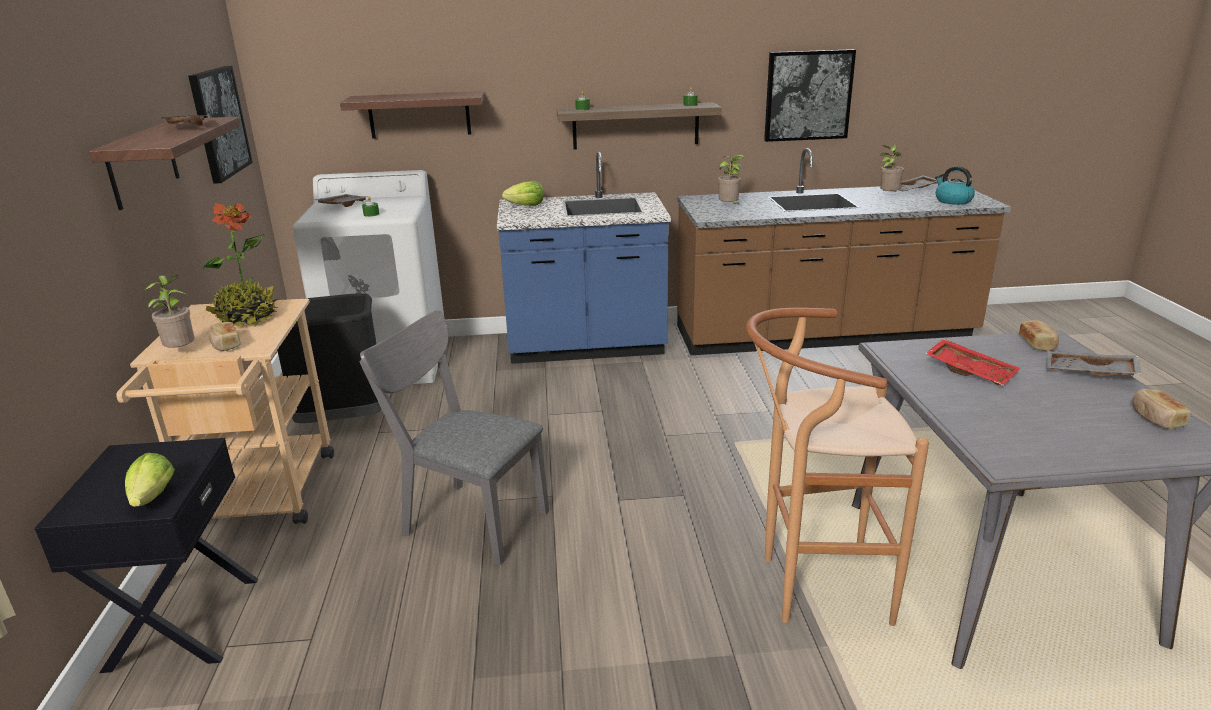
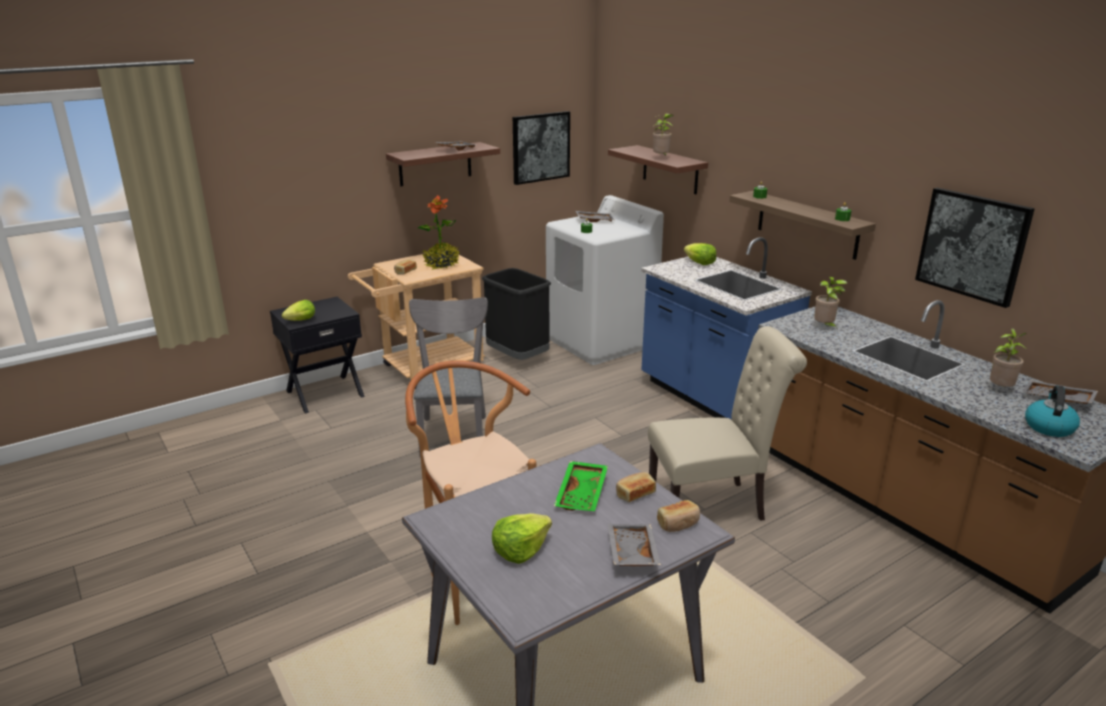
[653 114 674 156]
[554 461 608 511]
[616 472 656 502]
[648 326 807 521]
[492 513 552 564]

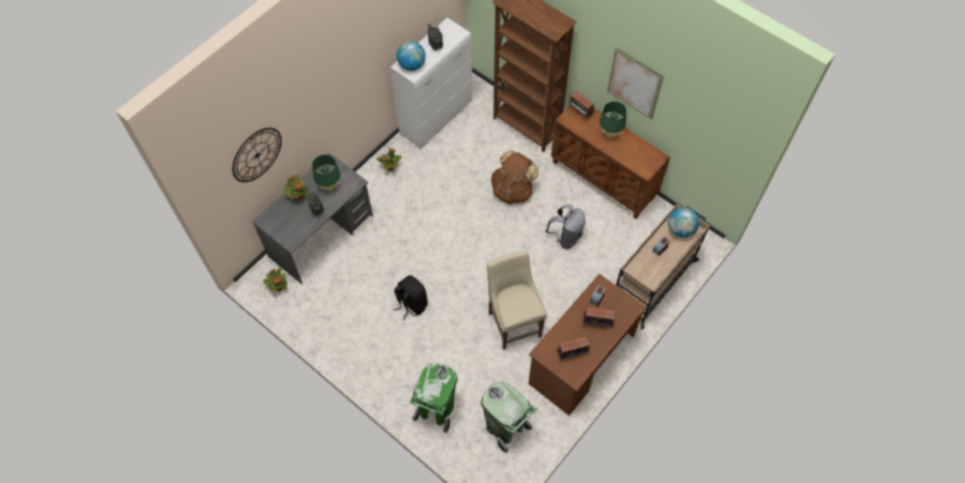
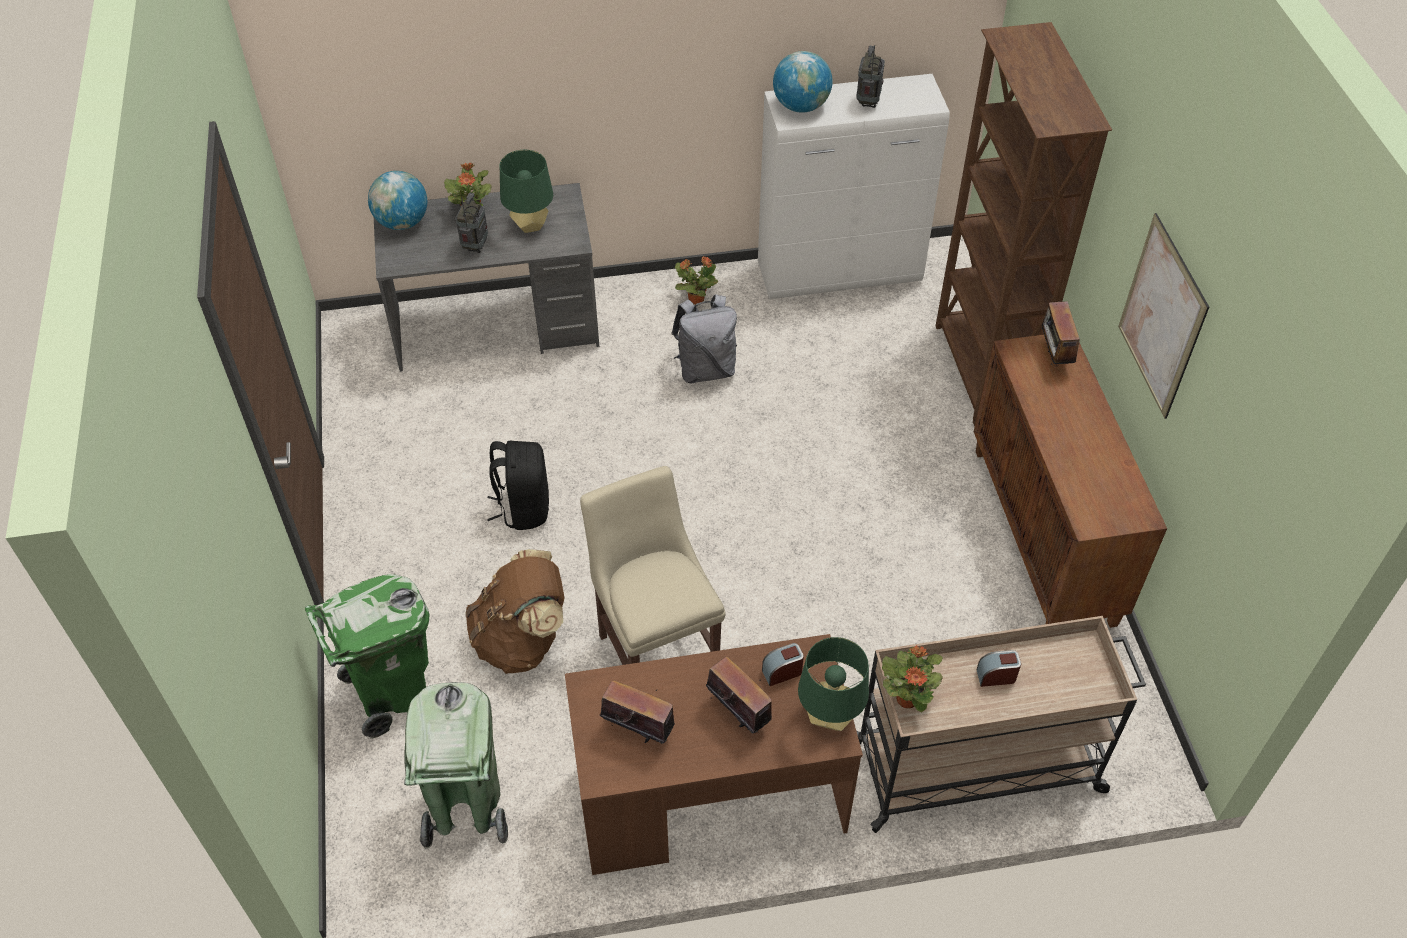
[798 637 869 731]
[232 128 282 182] (first image)
[466 549 565 674]
[671 294 737 383]
[368 171 427 230]
[580 466 726 665]
[882 645 943 712]

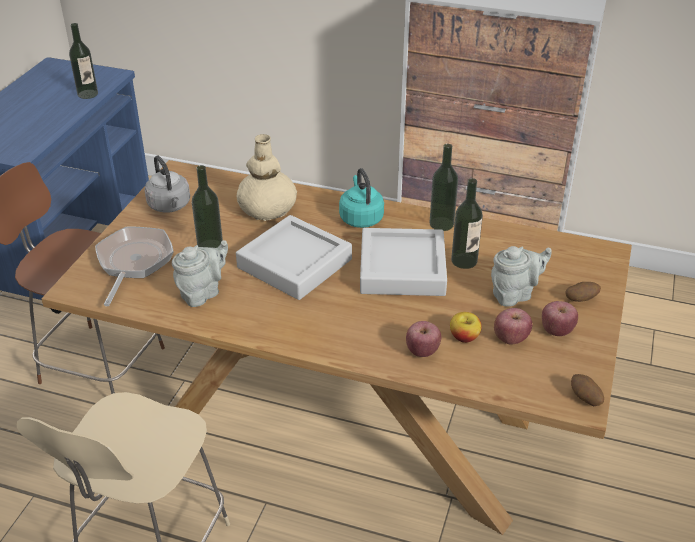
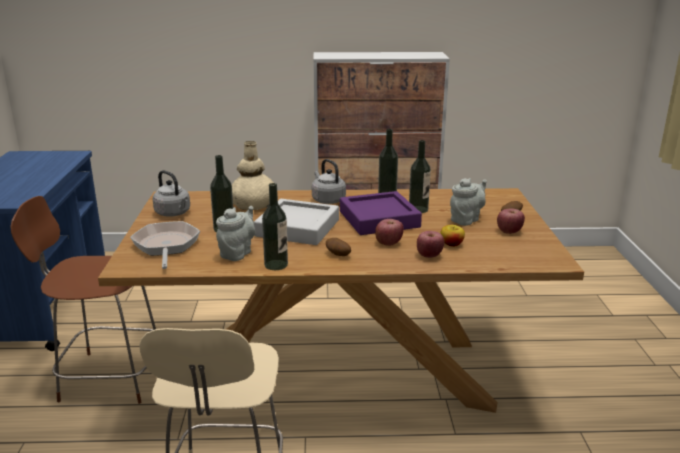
[262 183 288 270]
[312 159 346 204]
[340 191 422 235]
[375 219 404 246]
[326 238 351 256]

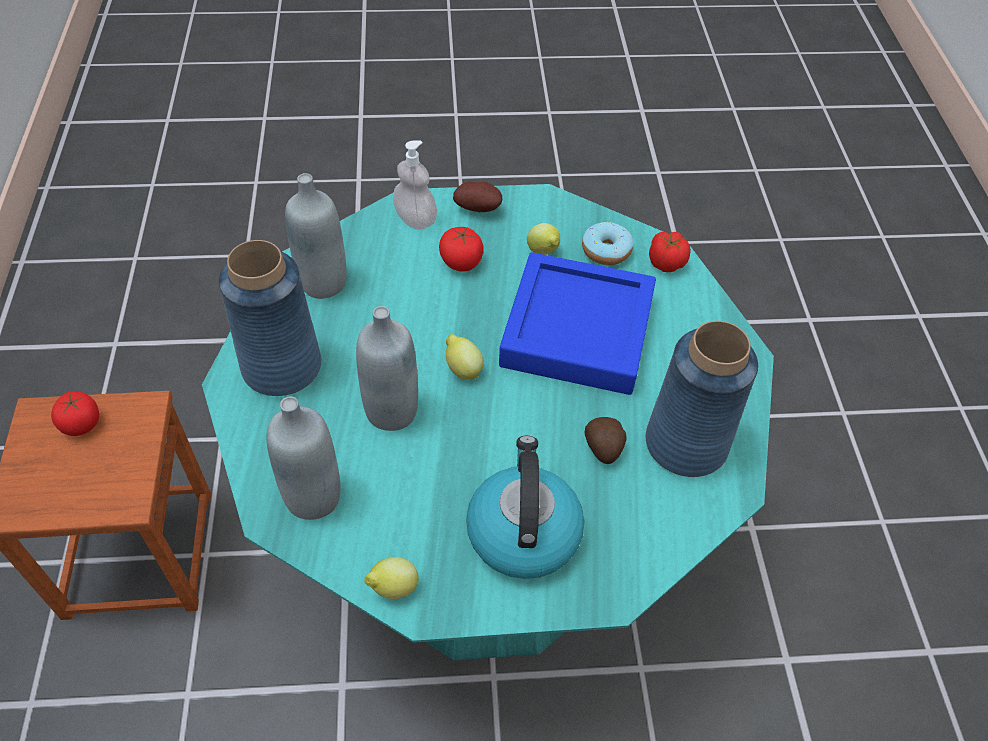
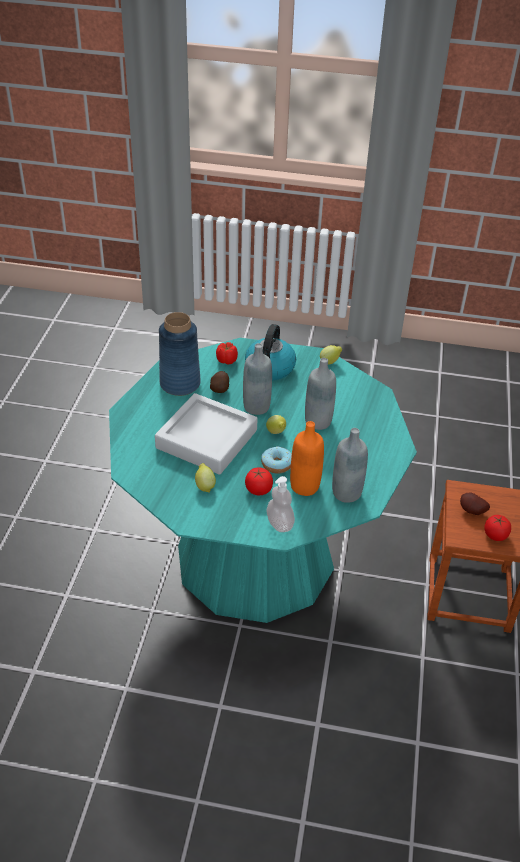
[460 492 490 515]
[261 446 292 474]
[216 342 238 364]
[219 240 321 396] (first image)
[155 393 257 475]
[243 343 272 415]
[290 421 324 496]

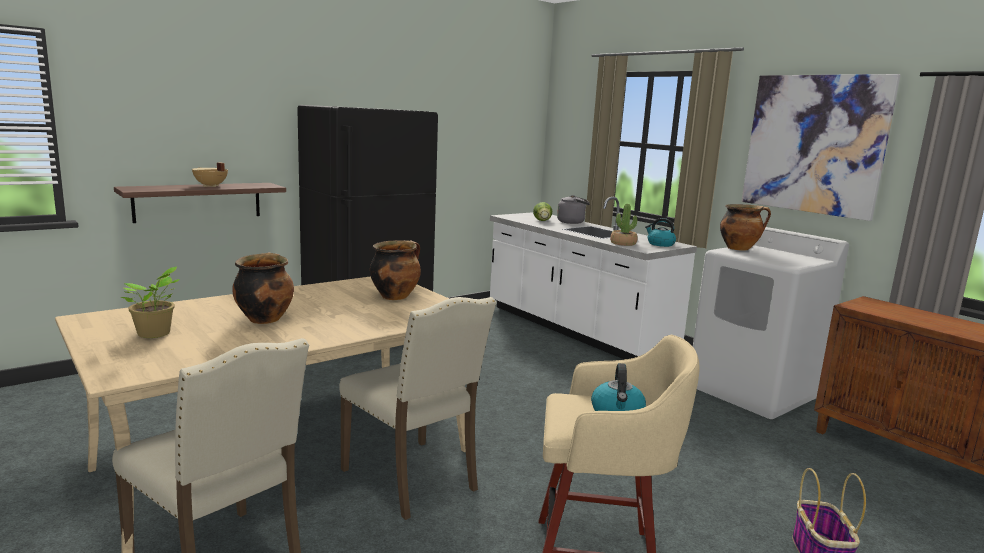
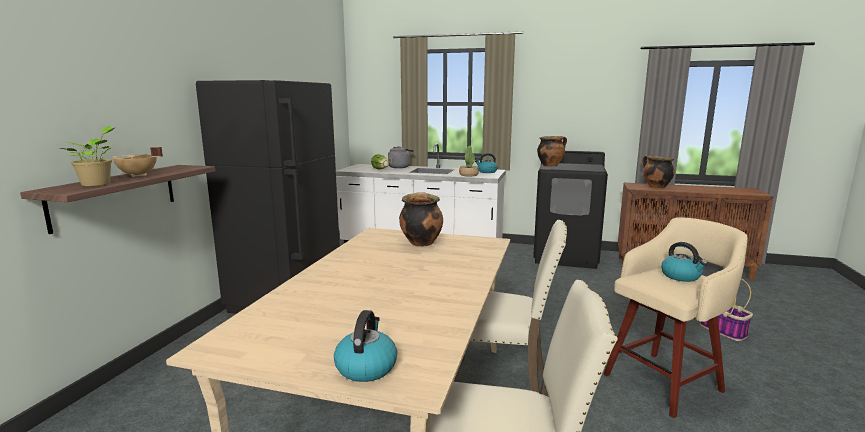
[742 74 901 221] (first image)
[533 151 608 269]
[643 155 675 188]
[60 126 114 186]
[334 310 397 382]

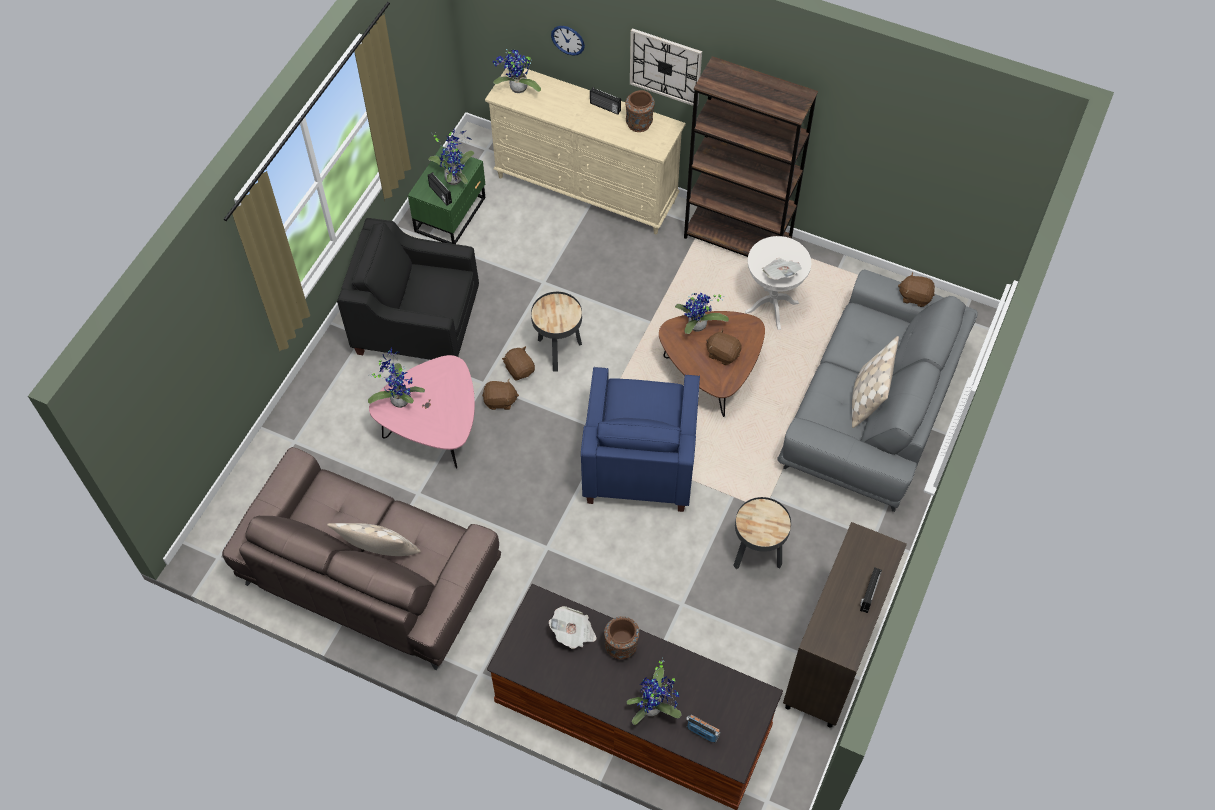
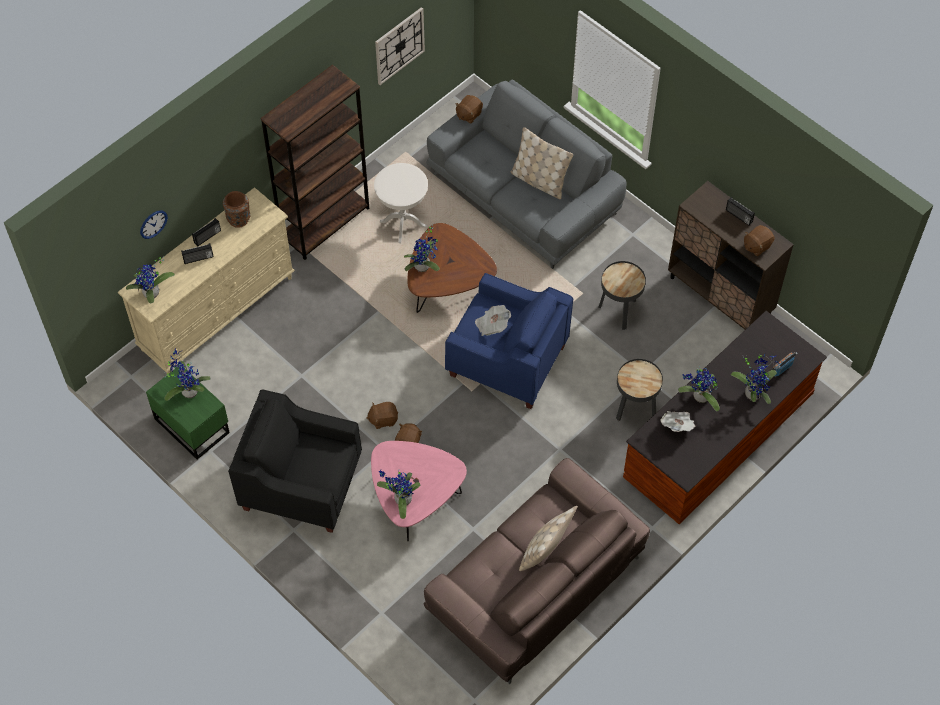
[375 7 425 85]
[181 243 214 264]
[228 390 362 533]
[475 305 511 336]
[616 359 663 421]
[744 225 775 256]
[678 366 720 411]

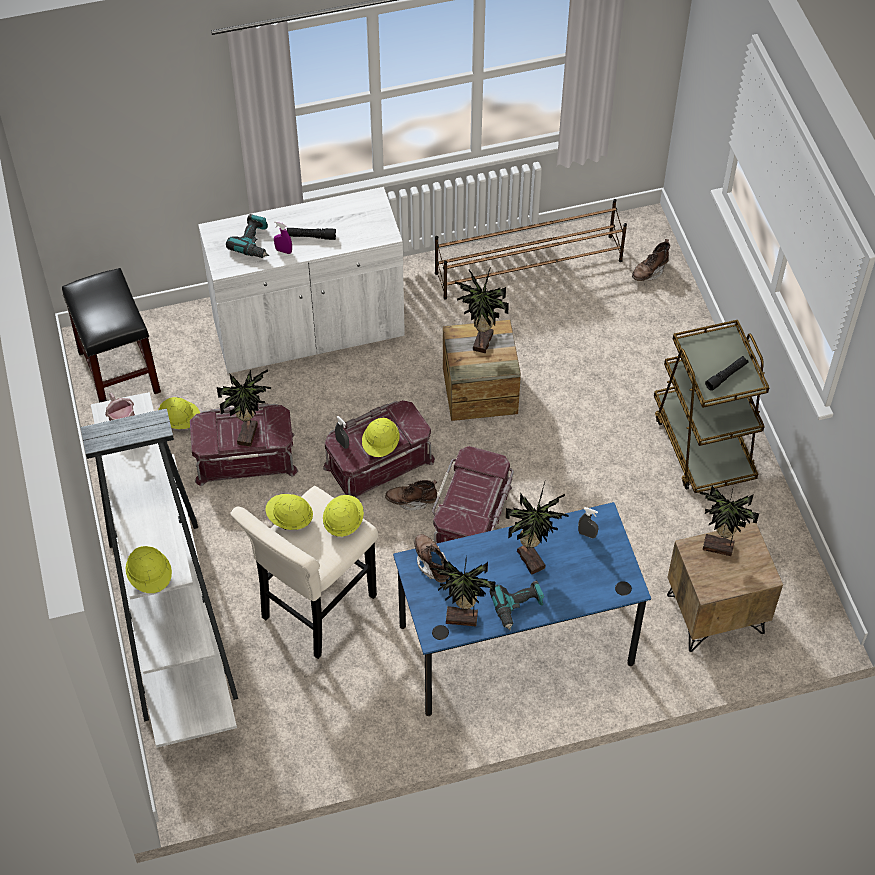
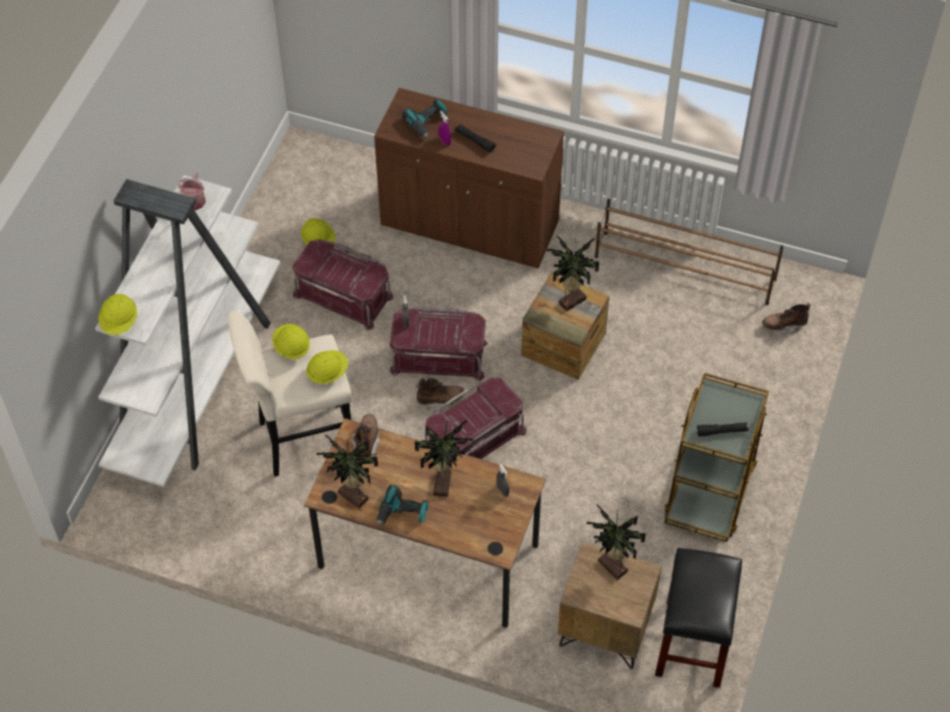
[374 88 564 269]
[655 548 742 688]
[217 369 271 447] (first image)
[362 418 400 457] (first image)
[416 378 464 410]
[304 418 546 628]

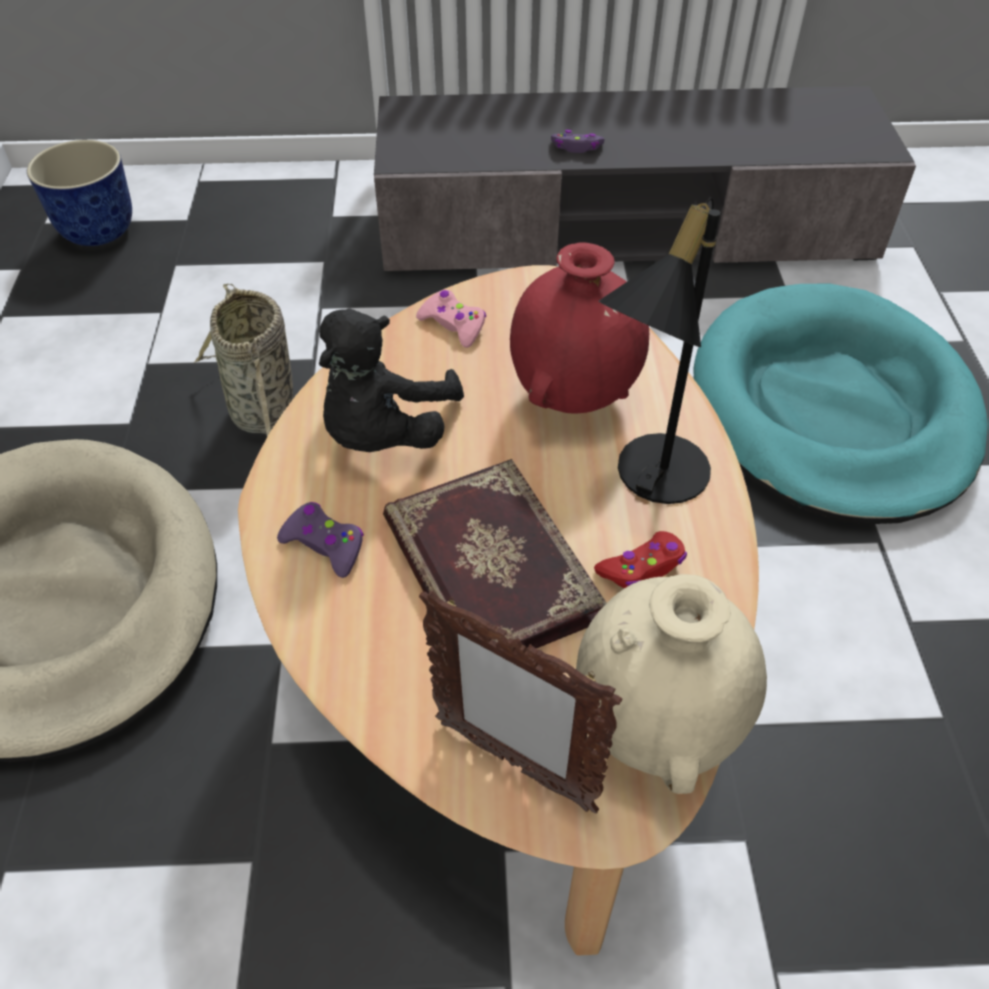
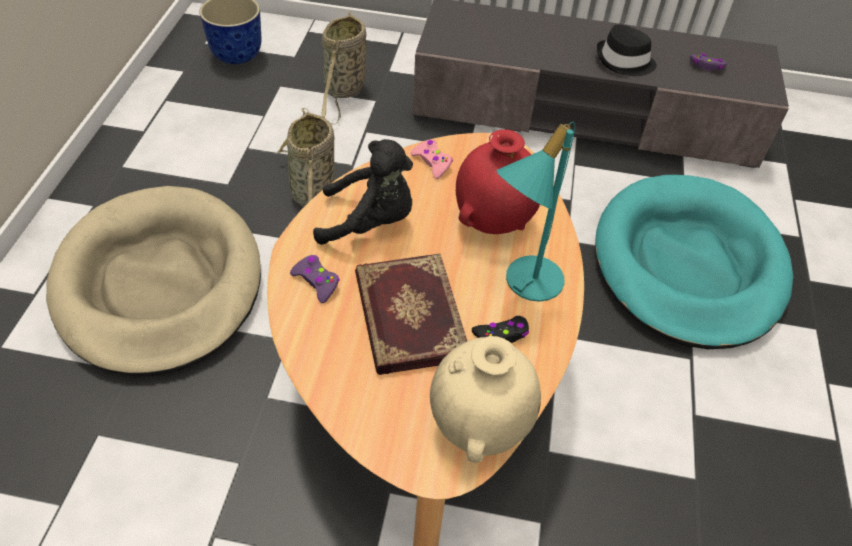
[690 53 727 71]
[496 122 575 302]
[313 139 413 245]
[472 316 529 343]
[419 591 623 813] (first image)
[321 11 366 124]
[597 24 657 76]

